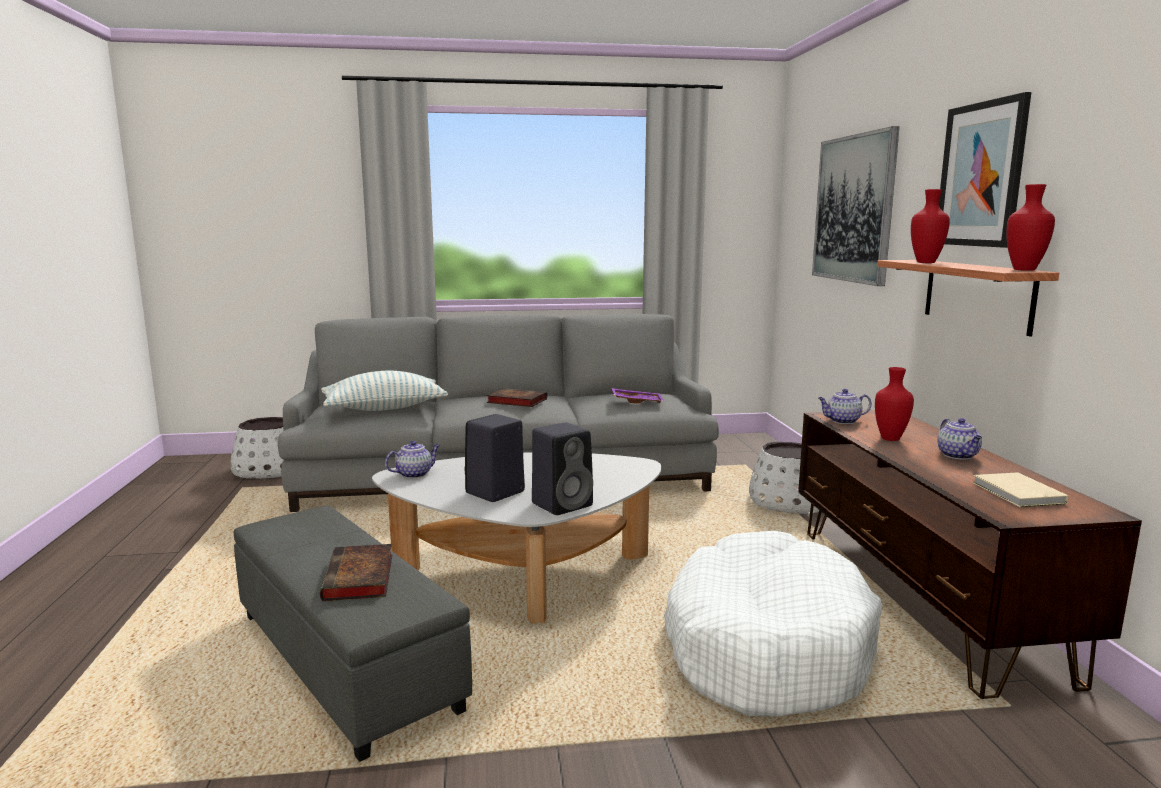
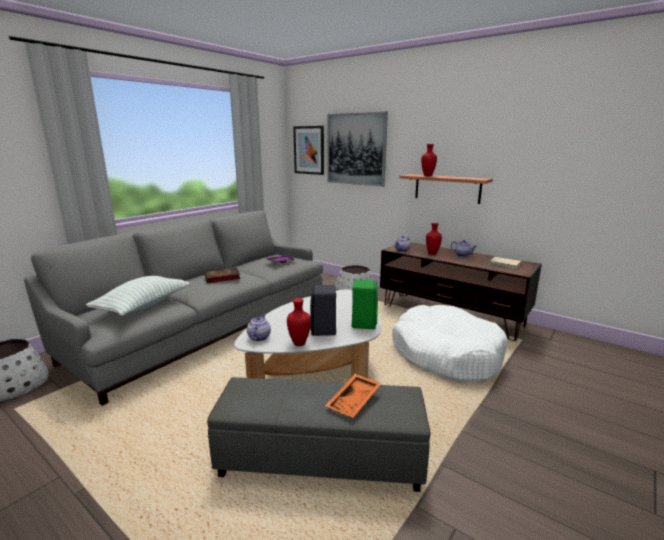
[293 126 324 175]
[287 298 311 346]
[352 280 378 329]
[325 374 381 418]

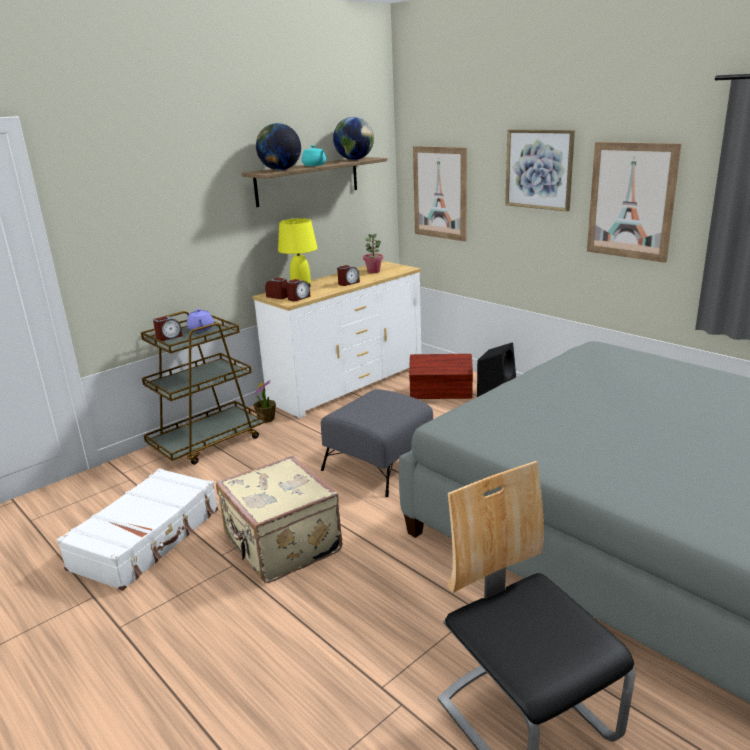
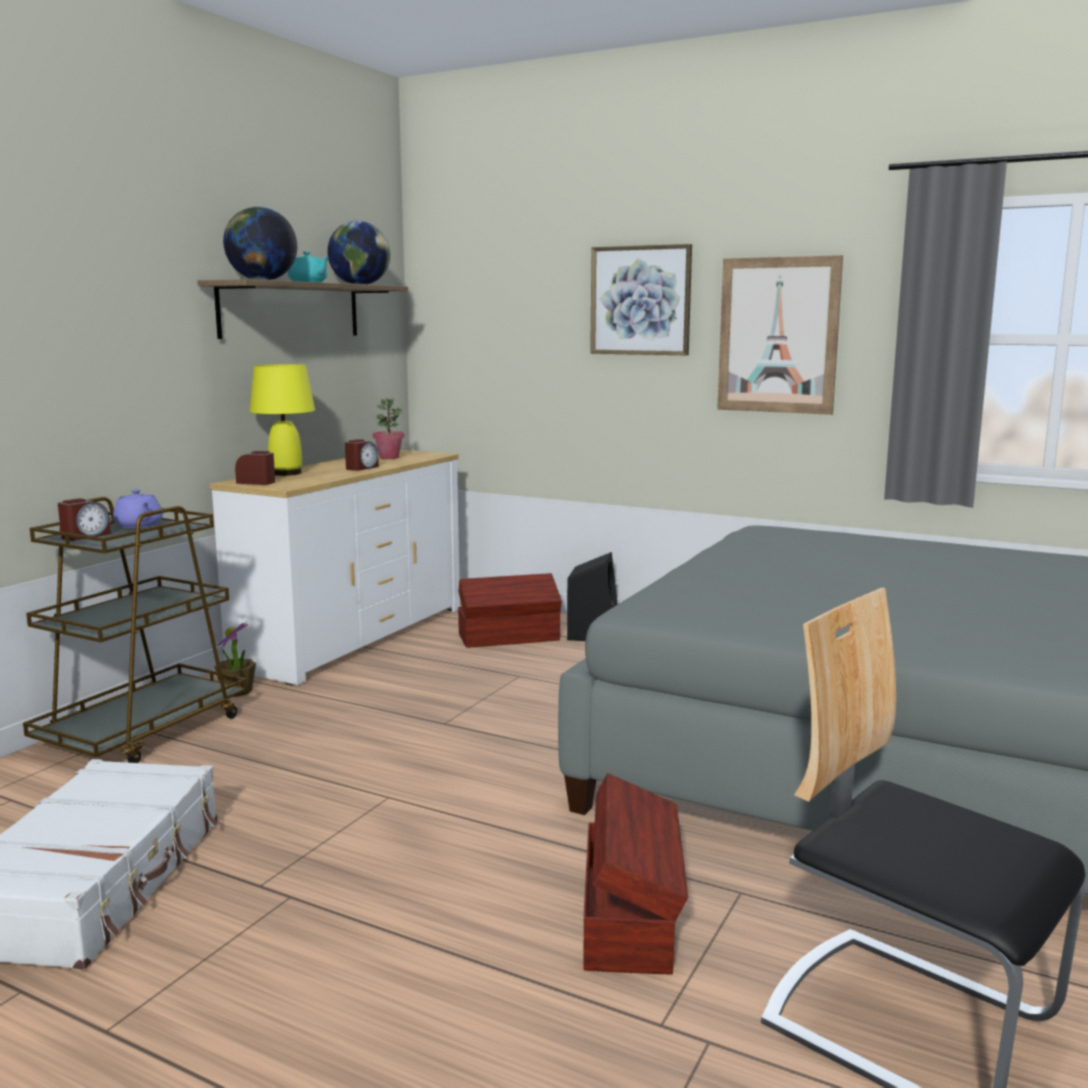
[413 146 467 241] (first image)
[286 279 311 301] (first image)
[321 389 433 497] (first image)
[216 456 342 583] (first image)
[583 773 688 974]

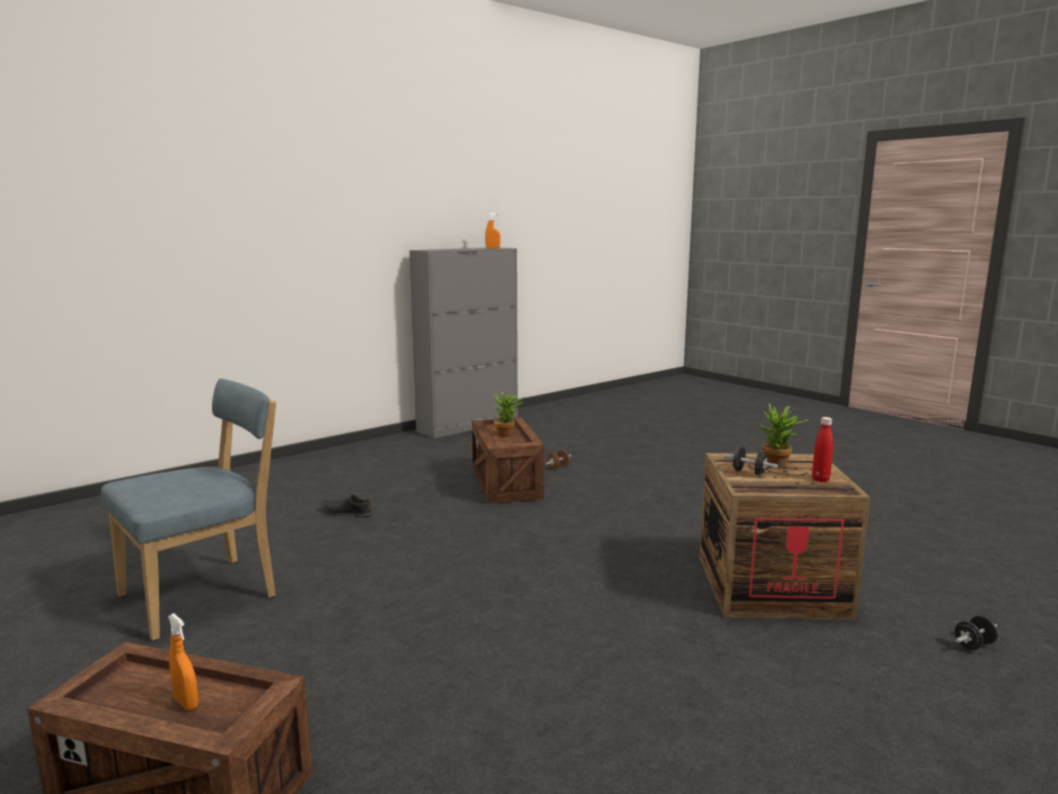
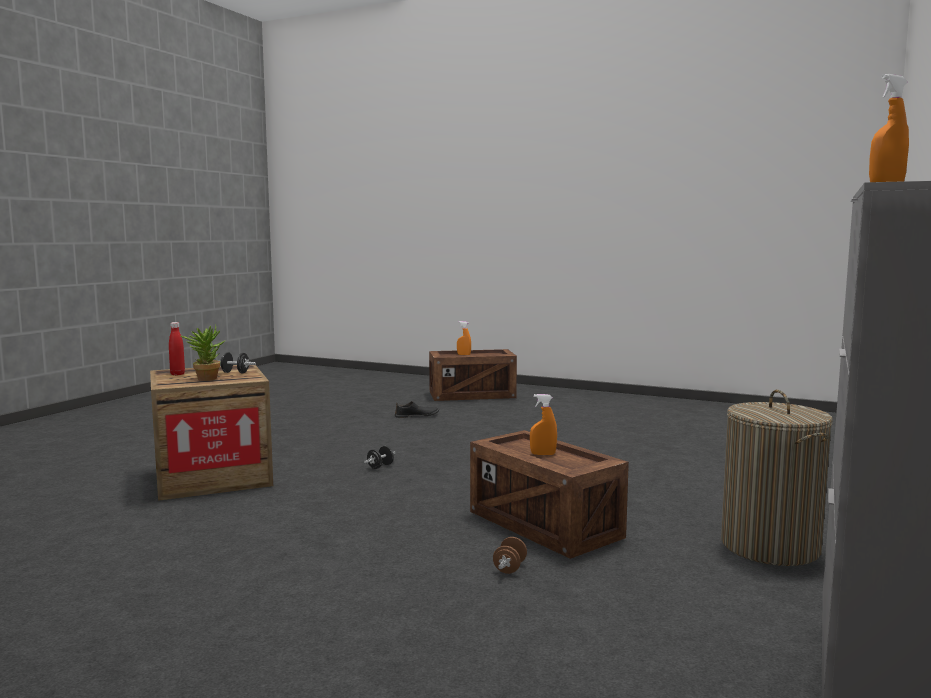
[101 379 276 641] (first image)
[530 394 557 455]
[395 401 439 418]
[364 446 396 469]
[721 390 833 566]

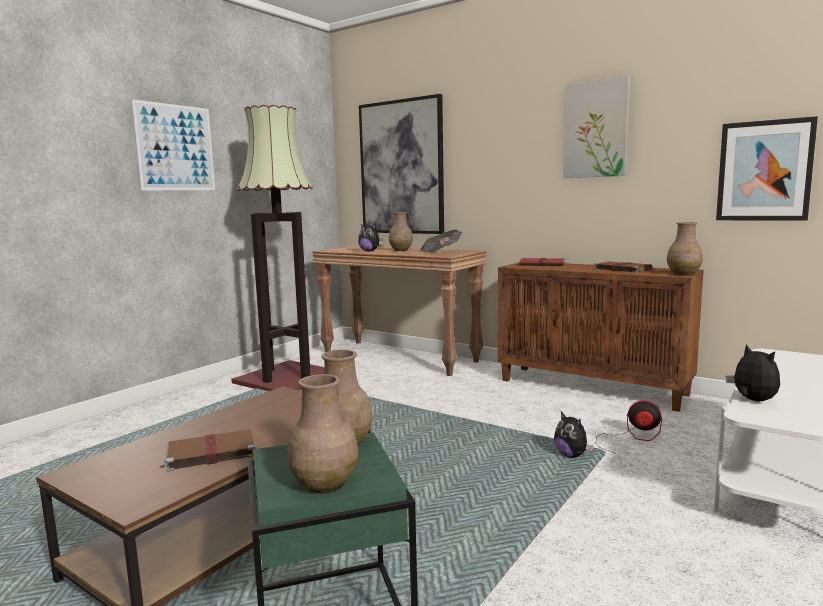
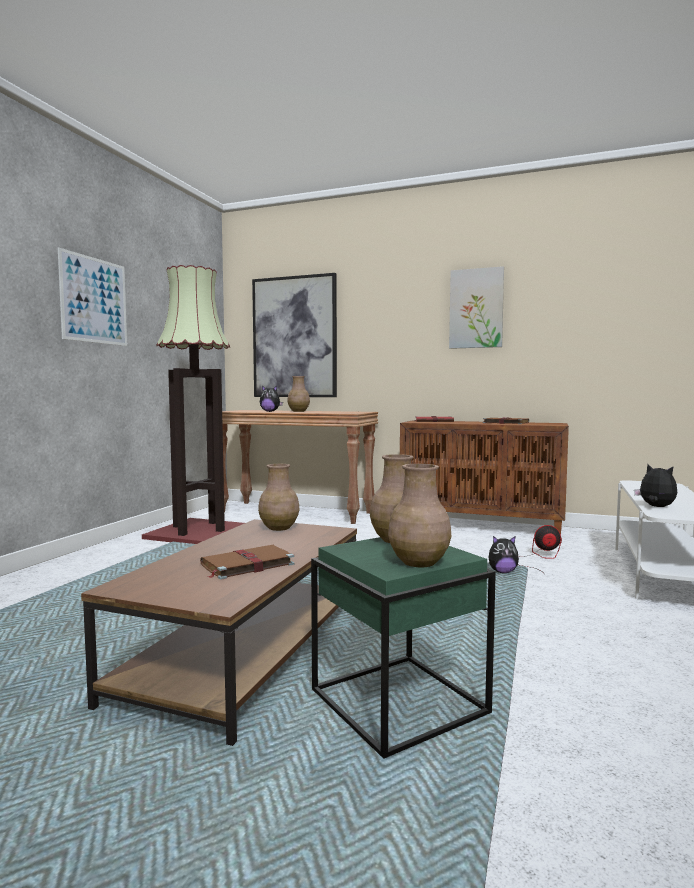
[716 116 818 221] (first image)
[258 464 300 531]
[420 229 462 252] (first image)
[488 536 519 573]

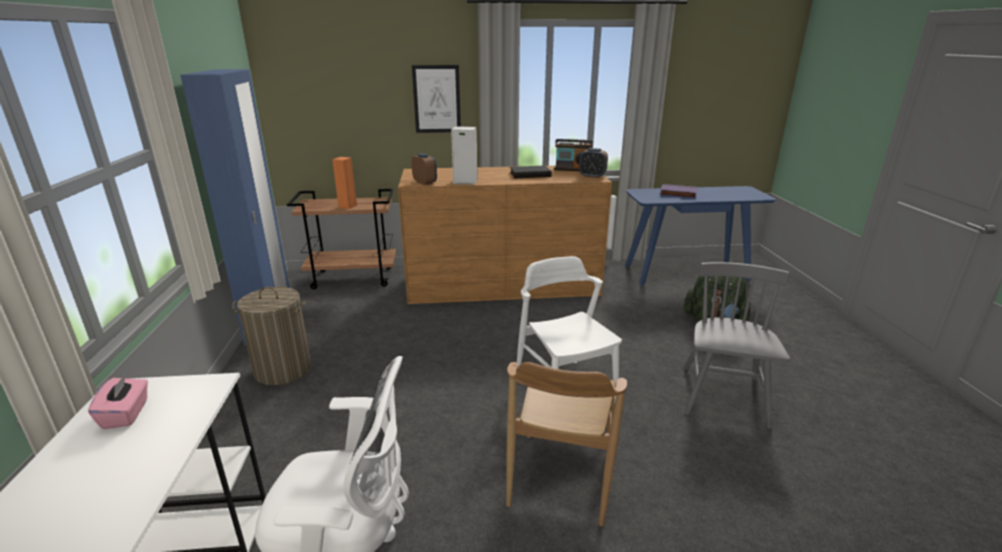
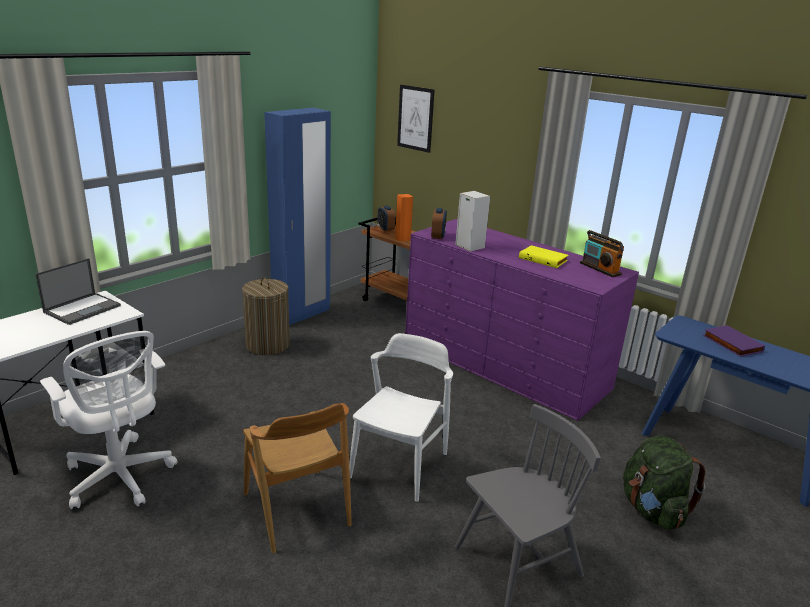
[397 85 435 153]
[378 206 396 232]
[519 245 569 268]
[405 219 639 421]
[243 403 352 553]
[35 258 121 325]

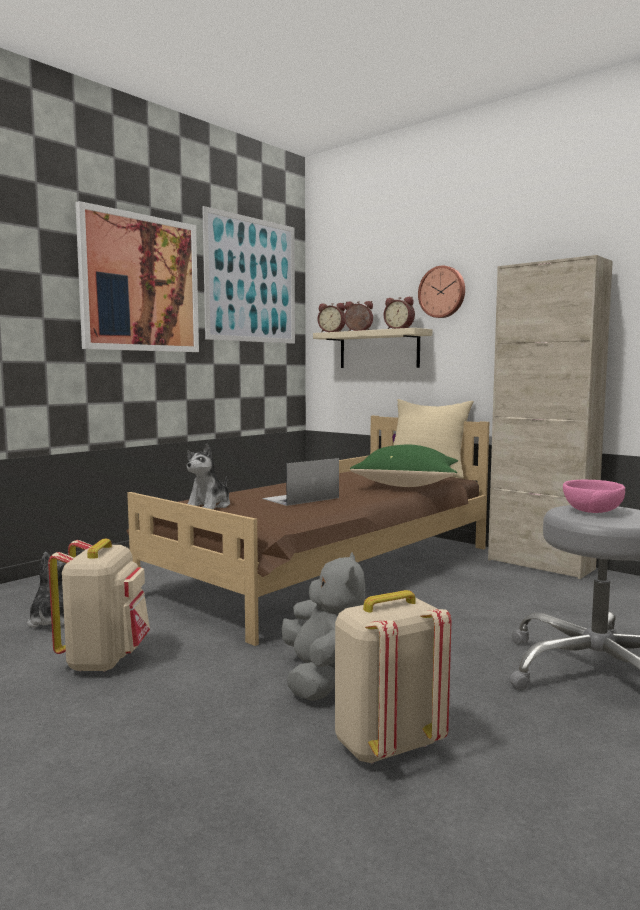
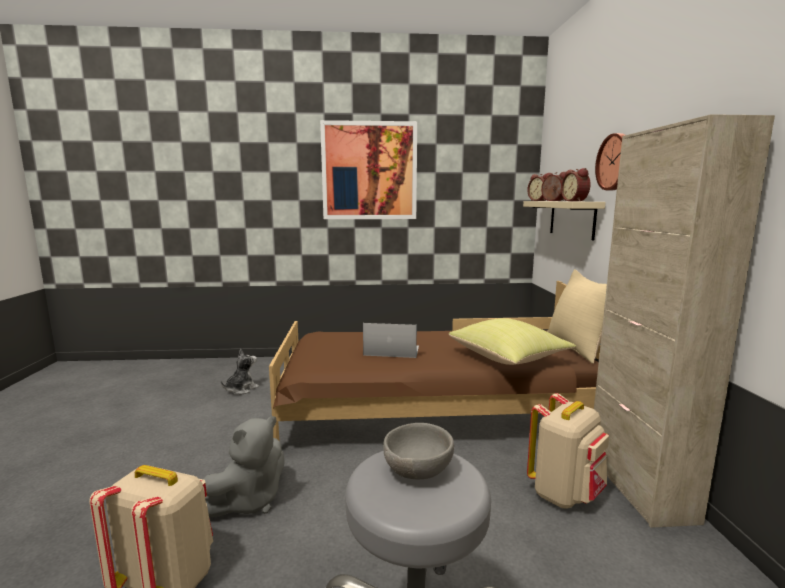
[202 206 295 344] (first image)
[187 443 230 509] (first image)
[449 318 576 365]
[383 423 454 480]
[527 393 609 509]

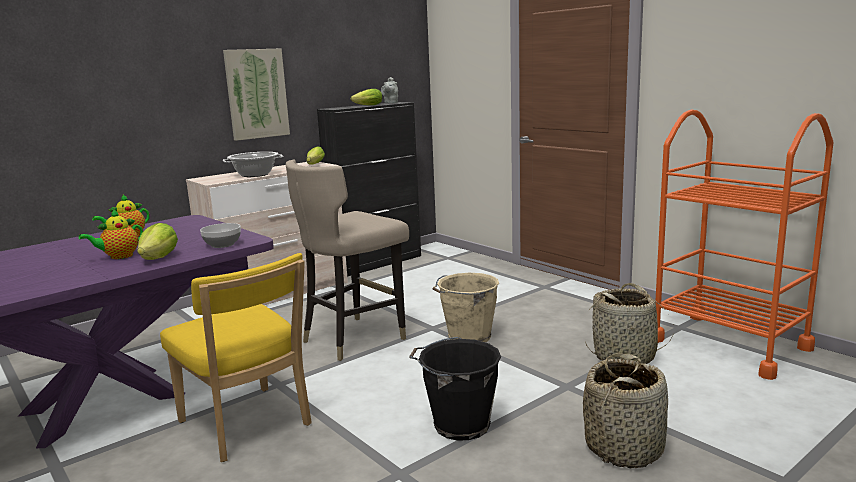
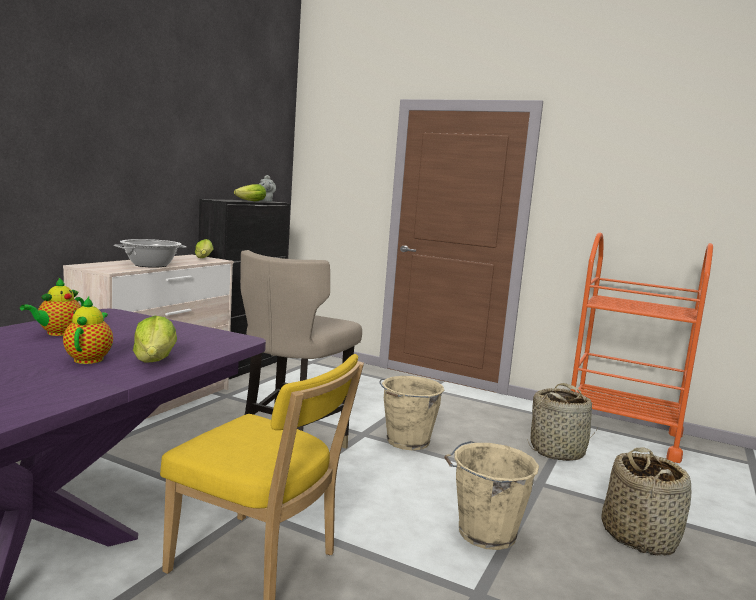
[223 48 290 141] (first image)
[63 297 113 364]
[200 223 241 248] (first image)
[444 441 539 550]

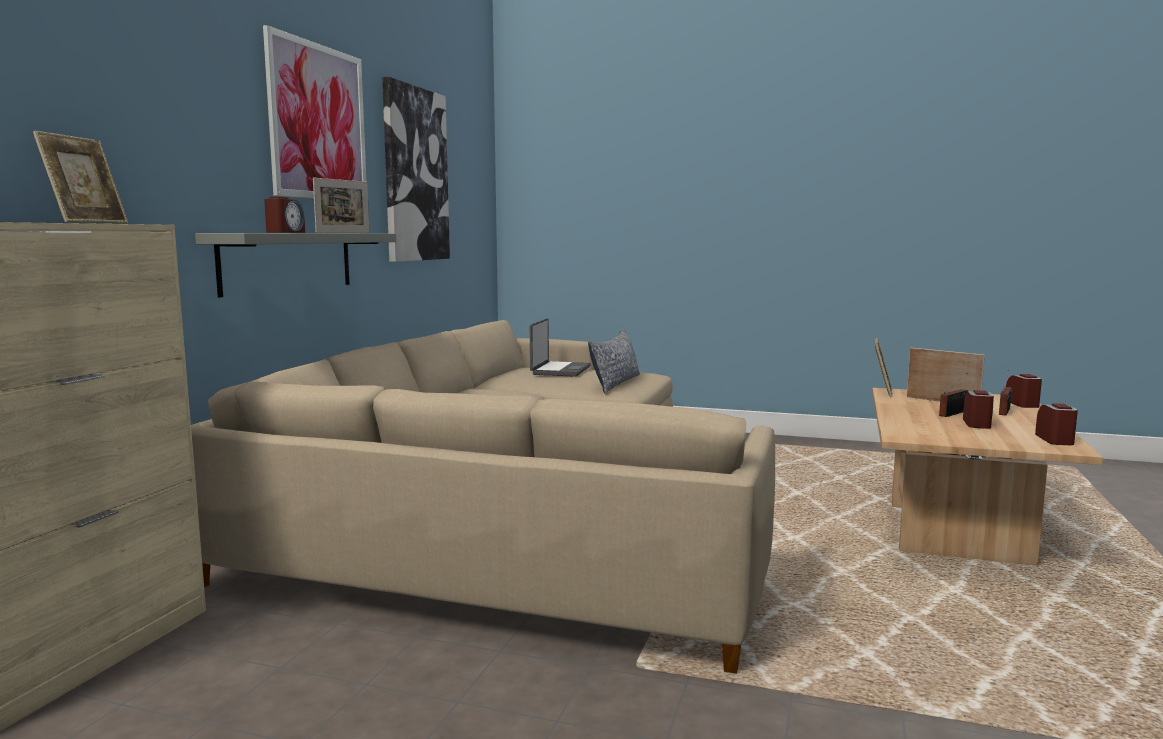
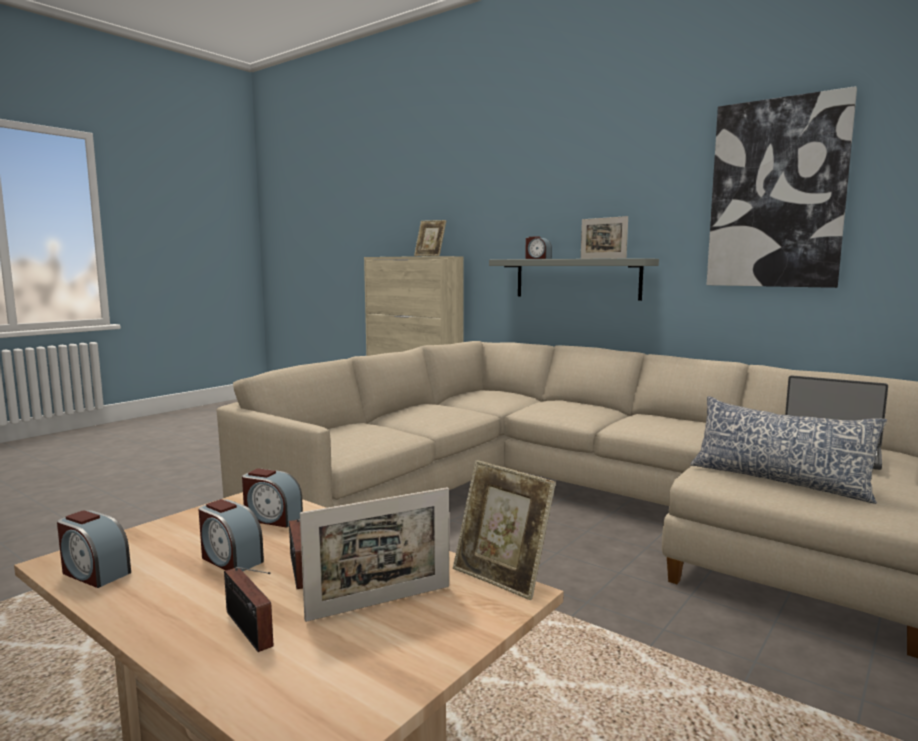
[263 25 366 198] (first image)
[242 468 303 528]

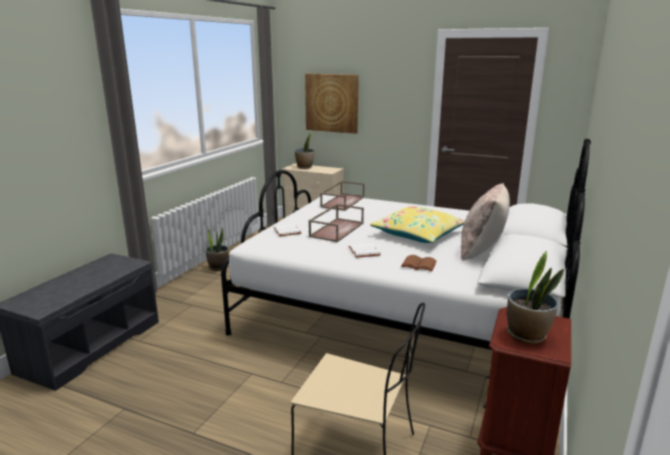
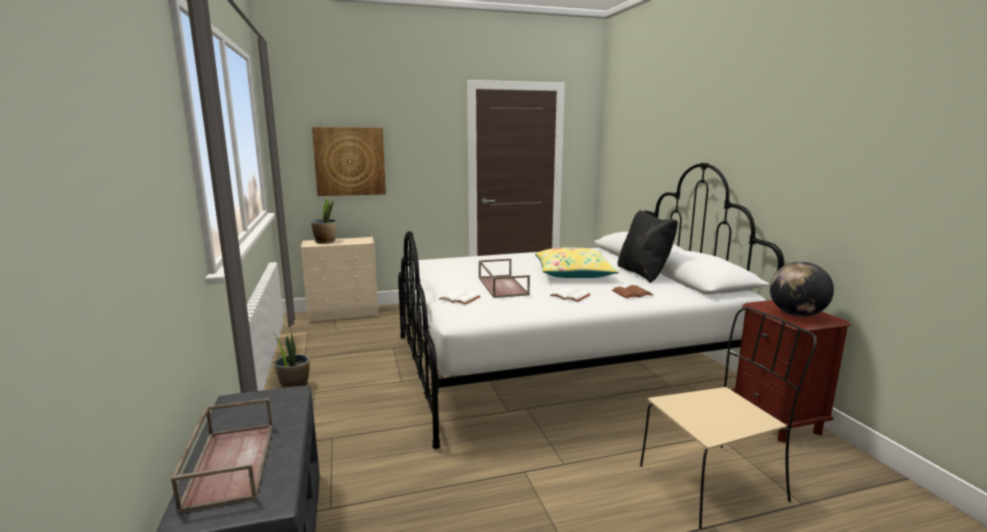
[171 398 273 514]
[618 210 678 283]
[770 261 834 317]

